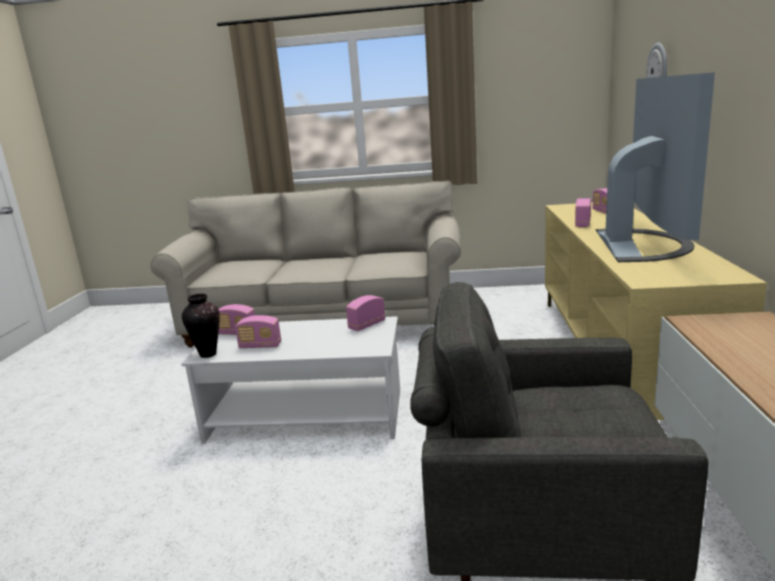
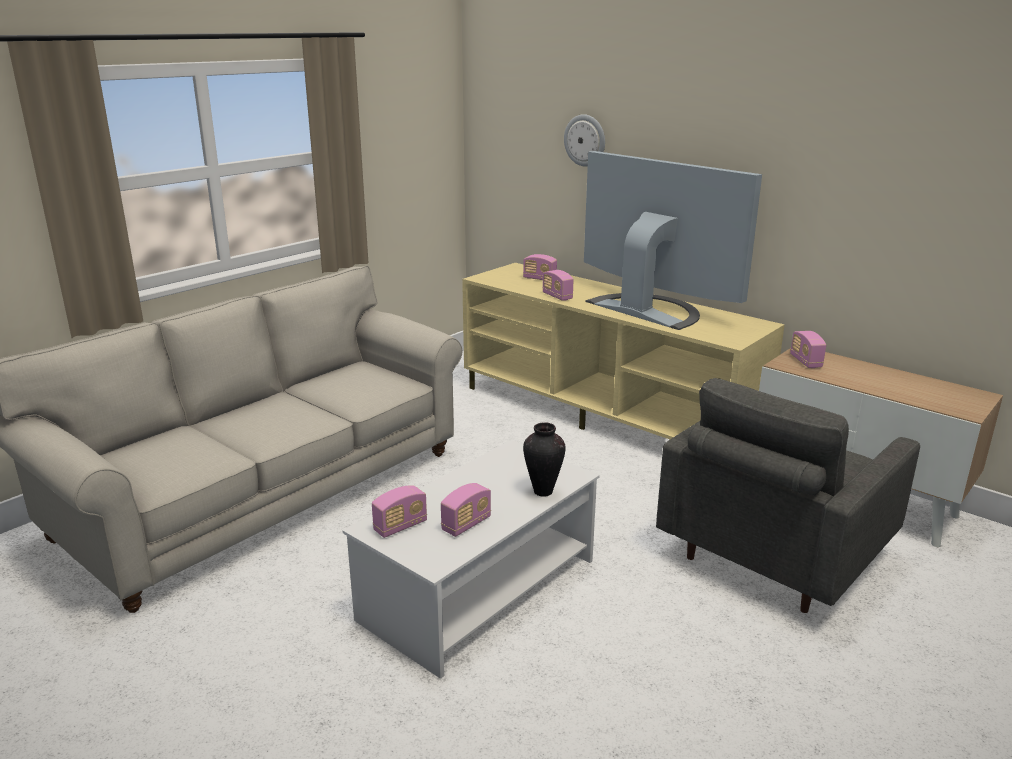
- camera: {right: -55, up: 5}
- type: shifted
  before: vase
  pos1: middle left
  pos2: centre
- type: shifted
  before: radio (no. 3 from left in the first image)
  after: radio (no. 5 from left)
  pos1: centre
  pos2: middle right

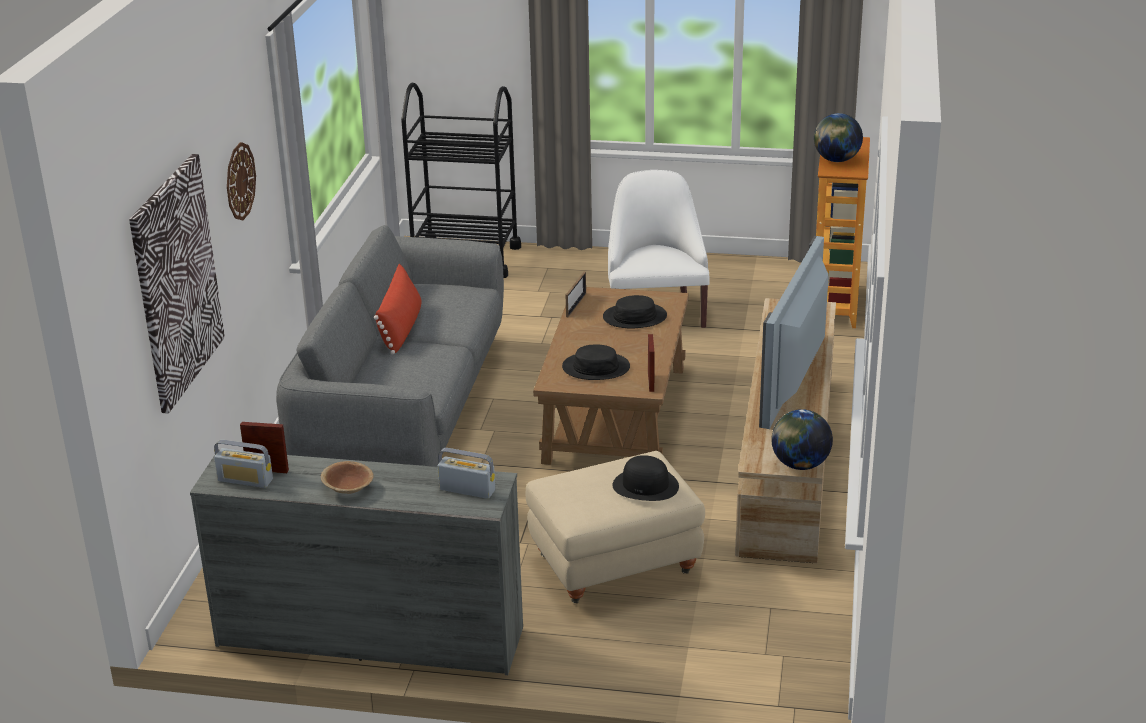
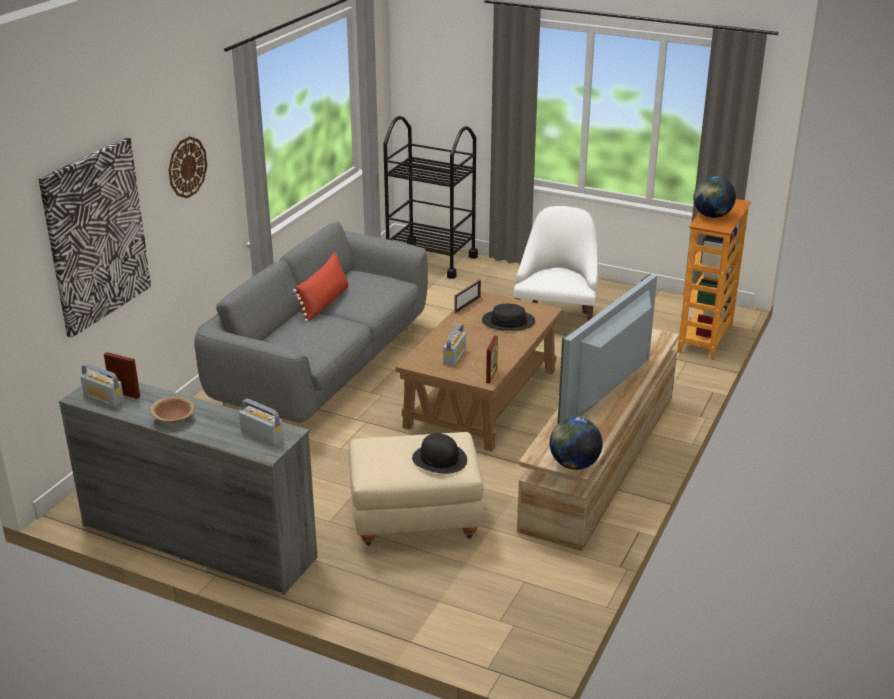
- camera: {right: 15, up: 0}
- type: swapped
  before: wearable hat/black-coloured (no. 1 from left)
  after: radio (no. 3 from left)
  pos1: centre
  pos2: centre

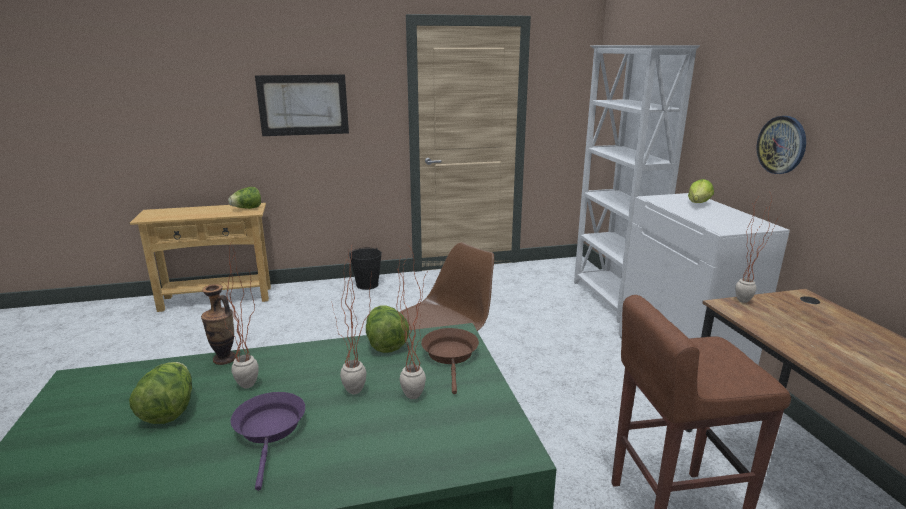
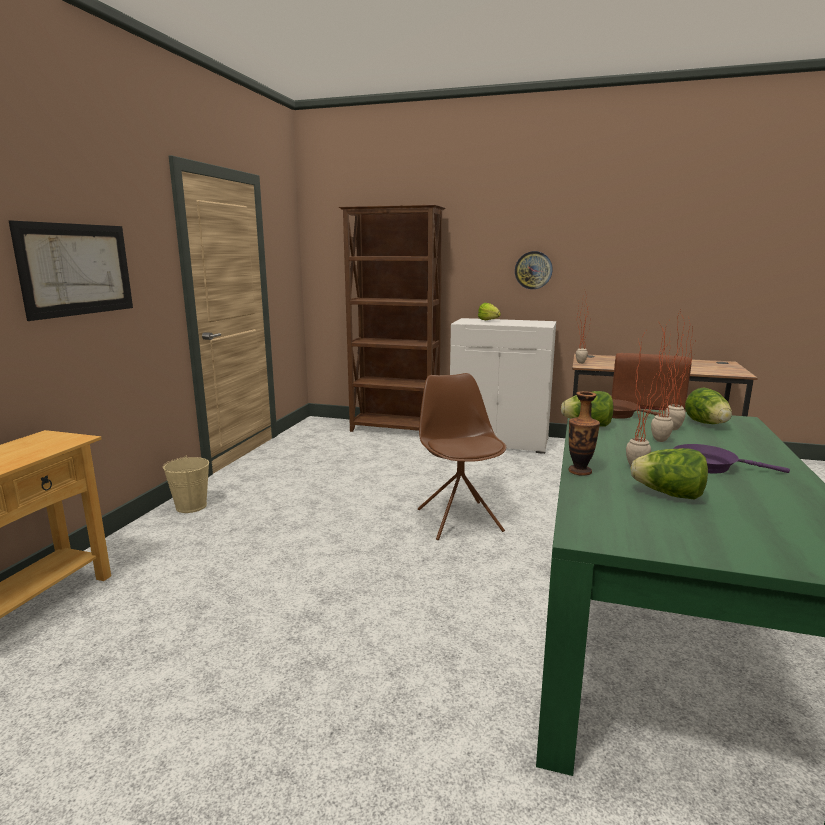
- camera: {right: -60, up: -5}
- type: repainted
  before: water bucket/black-coloured
  after: water bucket/beige-coloured
  pos1: centre
  pos2: middle left
- type: repainted
  before: bookshelf/white
  after: bookshelf/brown
  pos1: middle right
  pos2: centre
- type: shifted
  before: lettuce head (no. 2 from left in the first image)
  after: lettuce head (no. 4 from left)
  pos1: middle left
  pos2: middle right

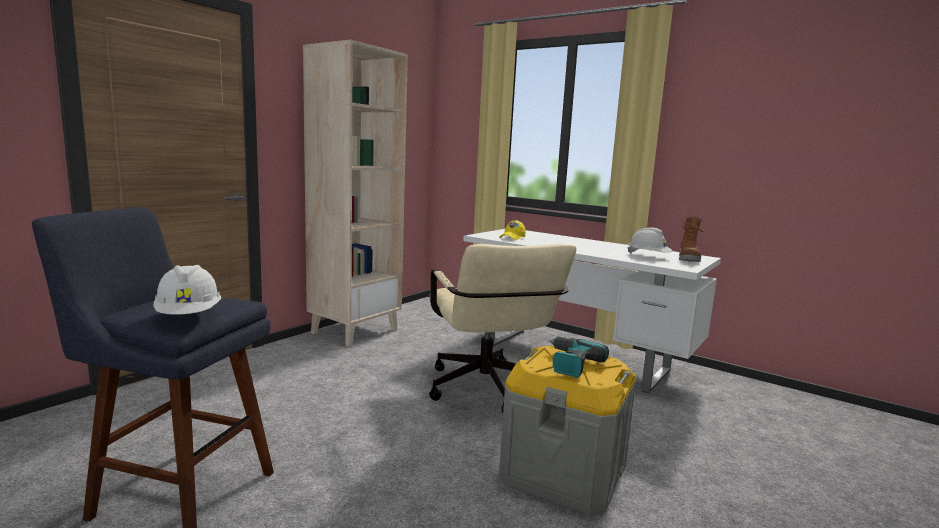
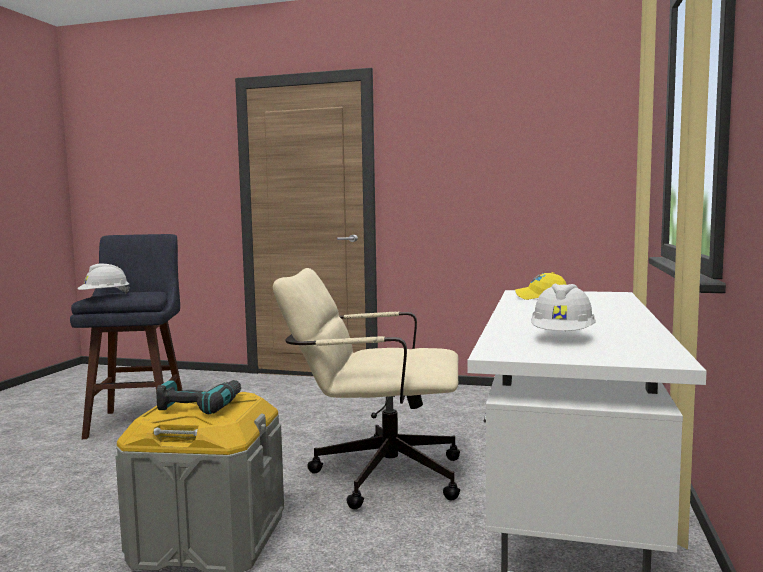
- camera: {right: 70, up: -5}
- type: rotated
  before: office chair/beige-coloured
  pos1: centre
  pos2: bottom centre
  turn: 45
- type: gone
  before: bookshelf/beige-coloured
  pos1: centre
- type: gone
  before: boot/brown
  pos1: middle right

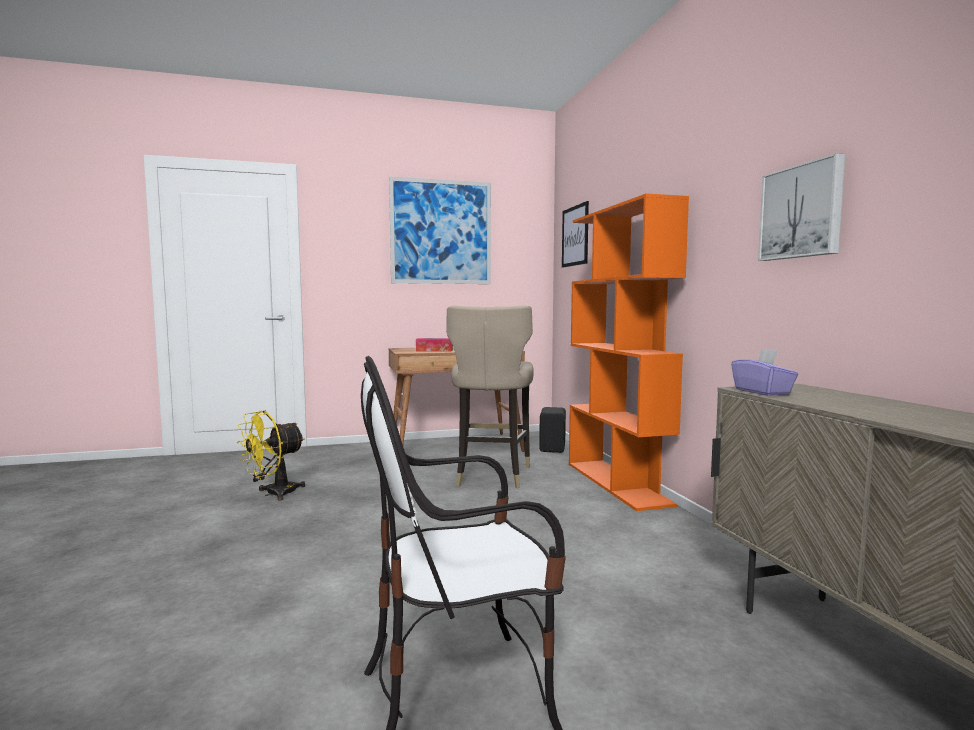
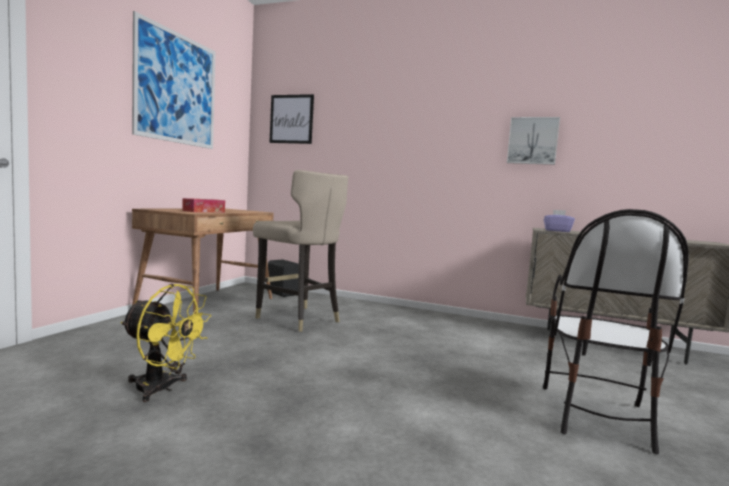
- camera: {right: -55, up: 0}
- type: rotated
  before: fan/yellow-coloured
  pos1: middle left
  pos2: bottom left
  turn: -60
- type: gone
  before: bookshelf/orange-coloured
  pos1: centre

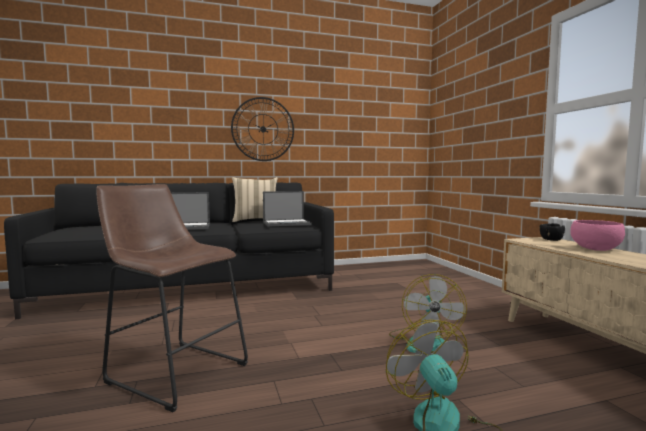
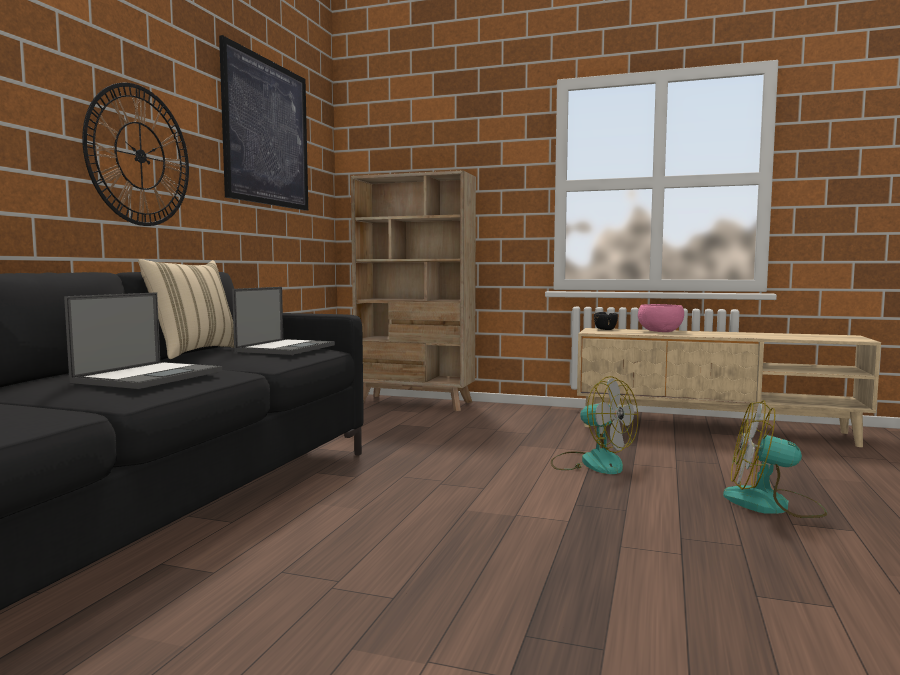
- camera: {right: -55, up: 0}
- type: new
  after: wall art
  pos2: top left
- type: new
  after: bookshelf/beige-coloured
  pos2: centre
- type: gone
  before: stool seat/brown
  pos1: bottom left

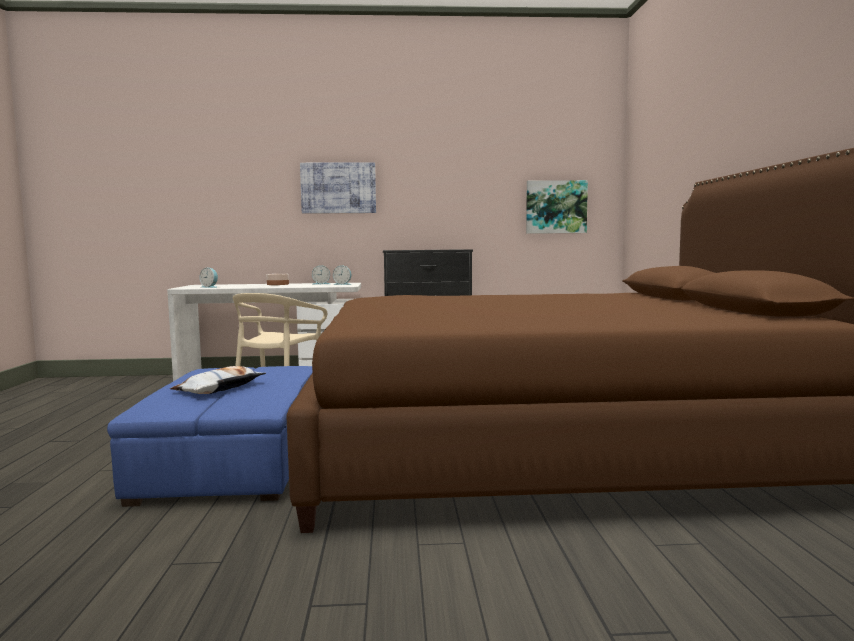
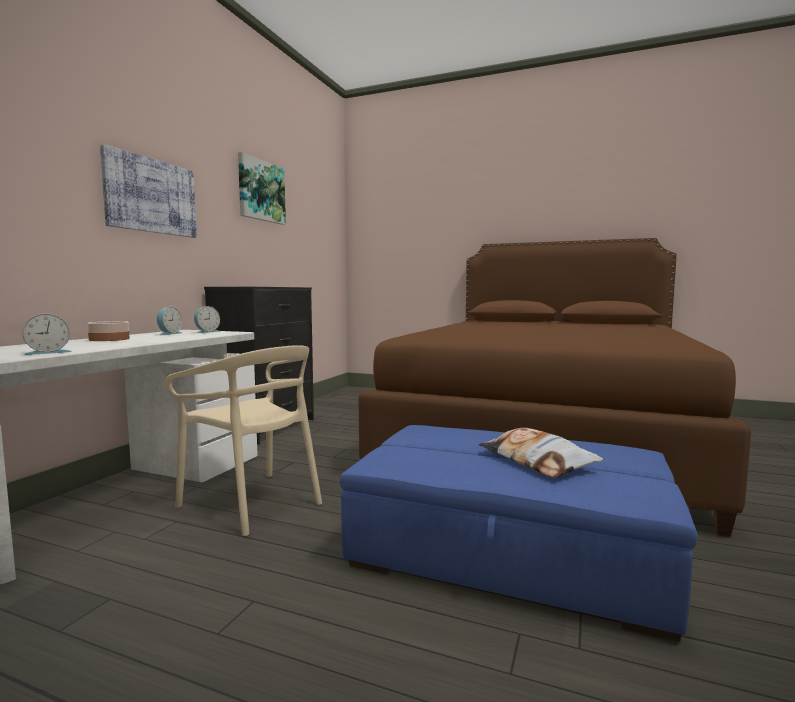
- camera: {right: -65, up: 0}
- type: shifted
  before: wall art (no. 2 from left)
  pos1: top centre
  pos2: top left

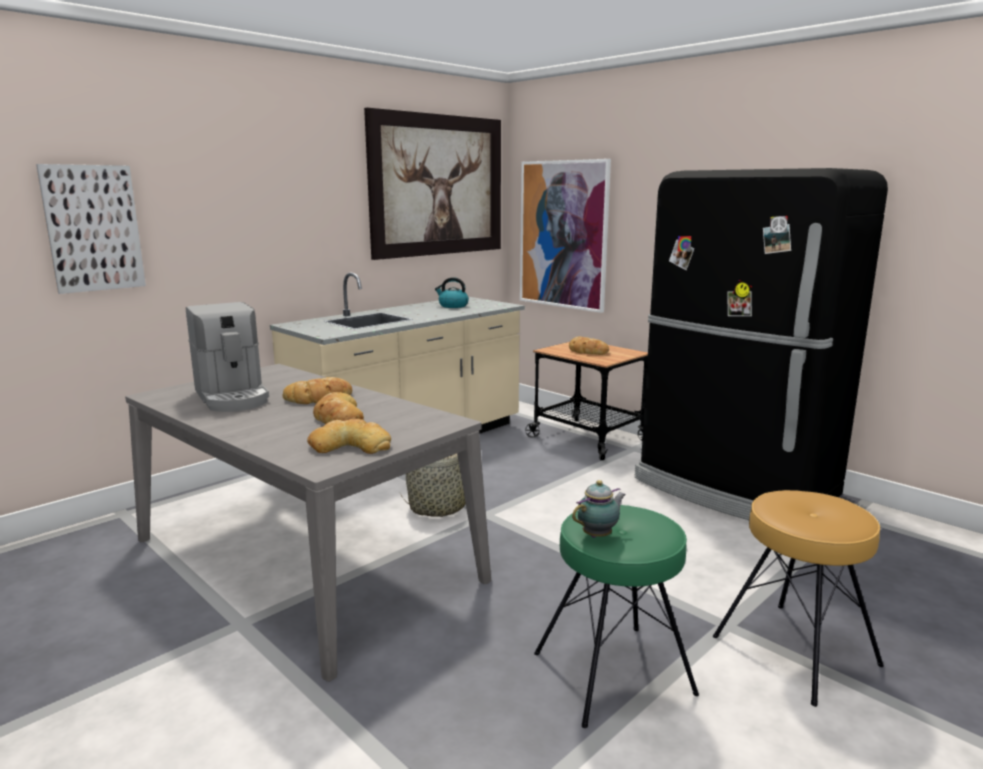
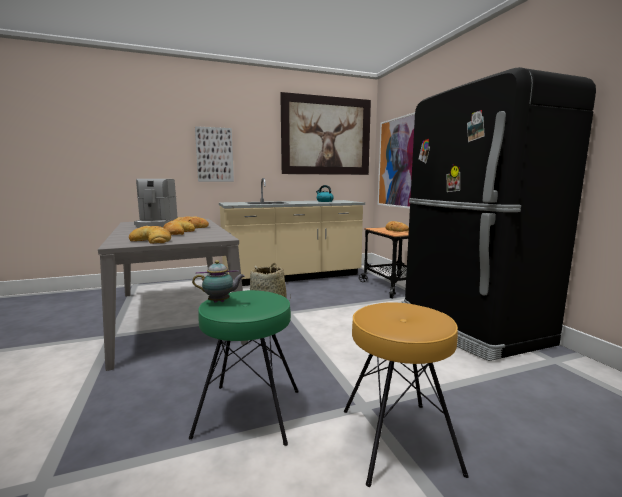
- camera: {right: 25, up: -5}
- type: shifted
  before: wall art (no. 1 from left)
  pos1: top left
  pos2: top centre

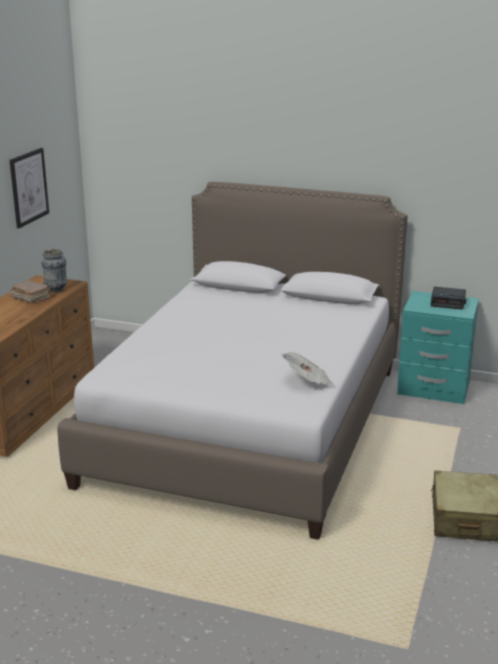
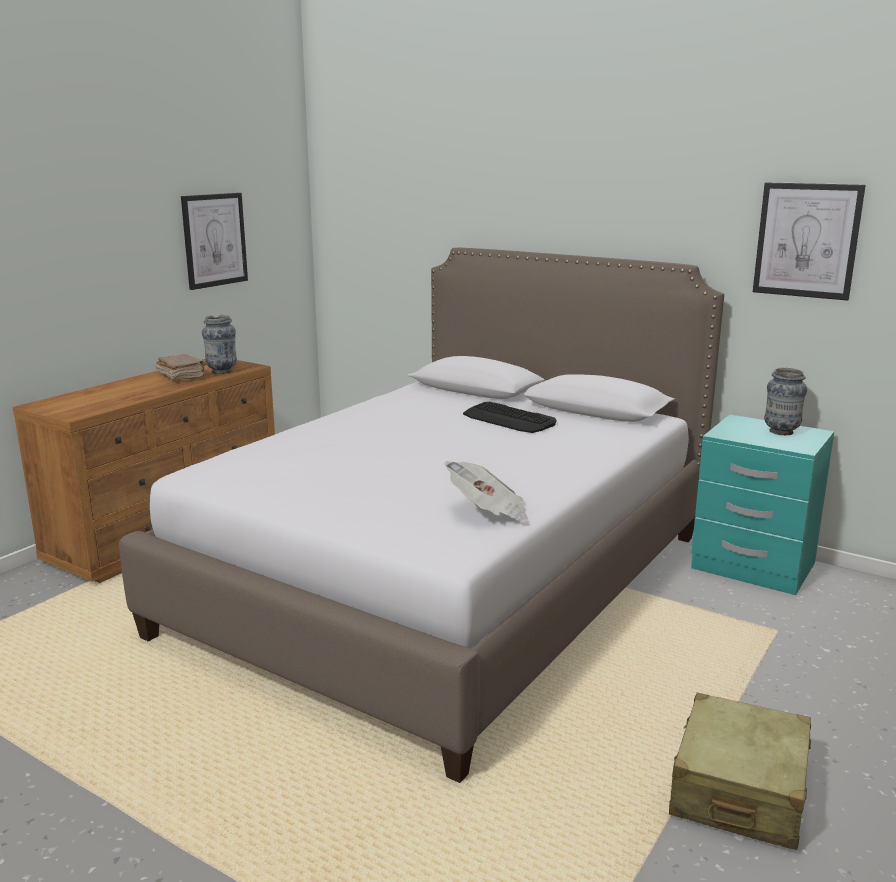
- camera: {right: 15, up: -5}
- type: new
  after: computer keyboard
  pos2: centre
- type: new
  after: wall art (no. 2 from left)
  pos2: top right
- type: swapped
  before: alarm clock
  after: vase (no. 2 from left)
  pos1: middle right
  pos2: middle right

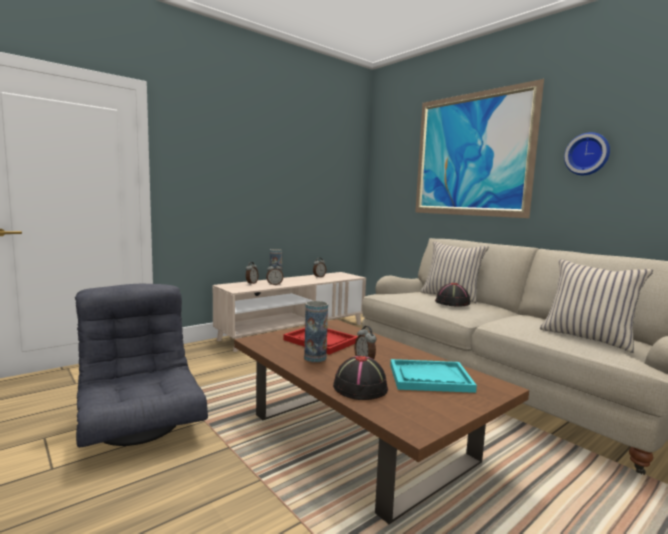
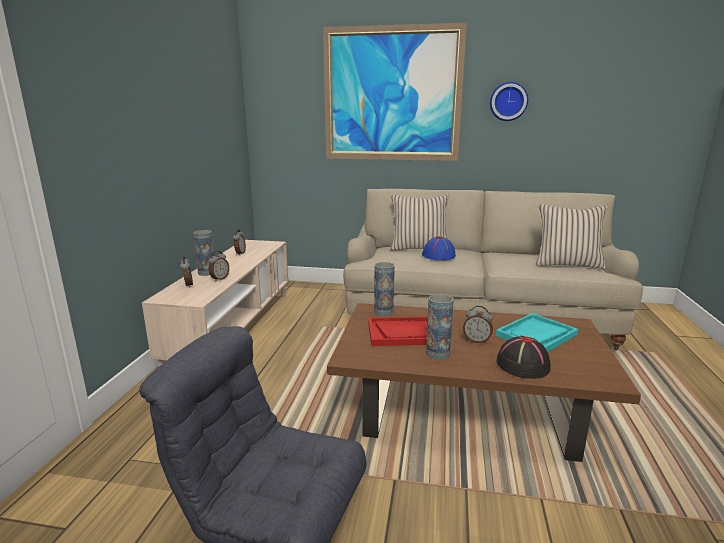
- camera: {right: -40, up: 10}
- type: new
  after: vase (no. 2 from left)
  pos2: centre
- type: repainted
  before: wearable hat/black-coloured (no. 2 from left)
  after: wearable hat/bluish
  pos1: middle right
  pos2: centre

